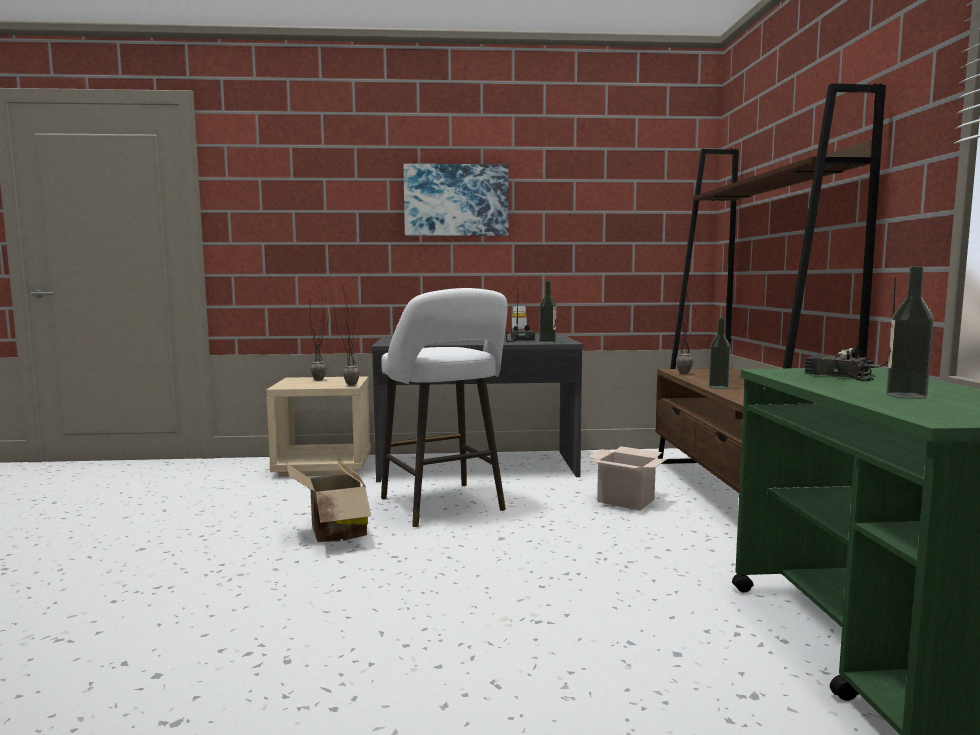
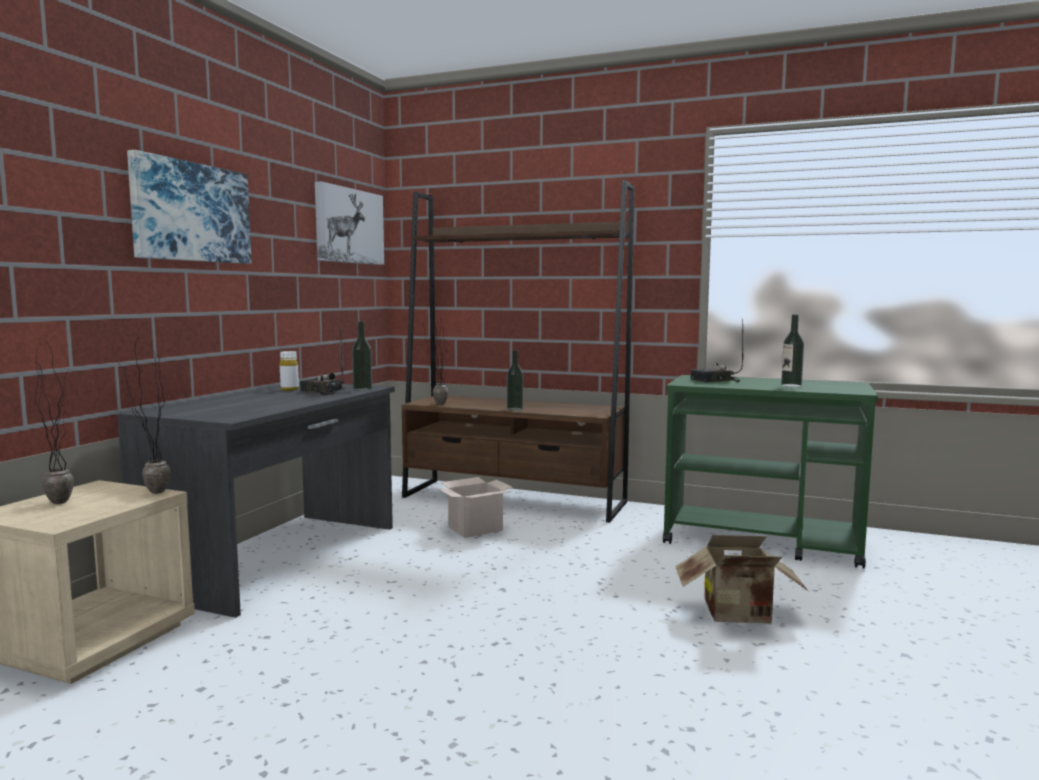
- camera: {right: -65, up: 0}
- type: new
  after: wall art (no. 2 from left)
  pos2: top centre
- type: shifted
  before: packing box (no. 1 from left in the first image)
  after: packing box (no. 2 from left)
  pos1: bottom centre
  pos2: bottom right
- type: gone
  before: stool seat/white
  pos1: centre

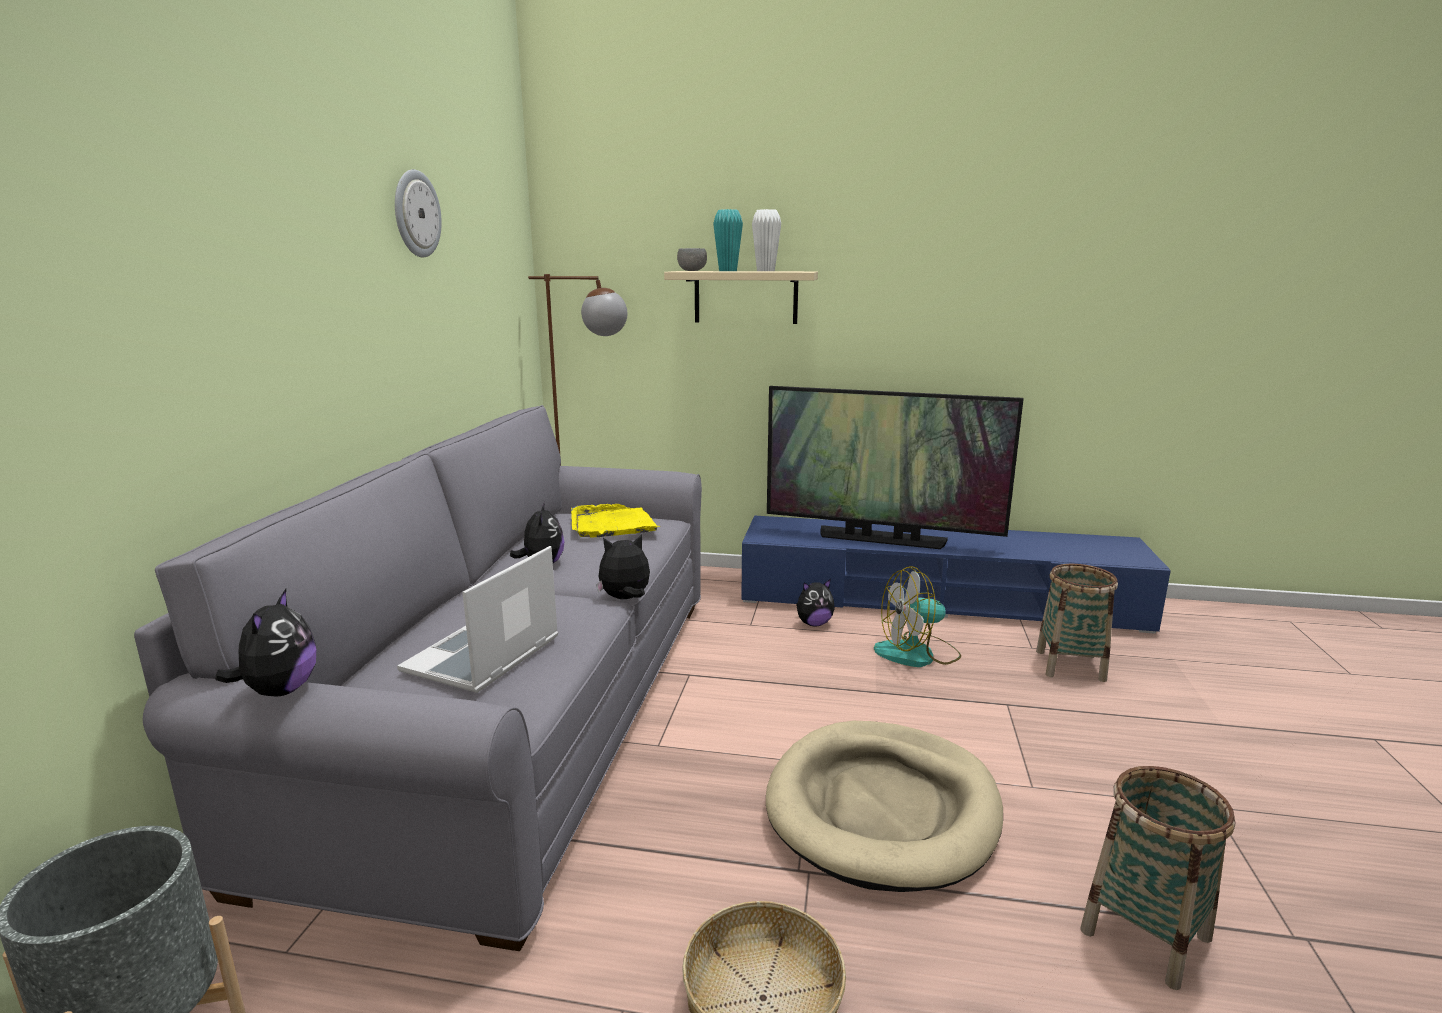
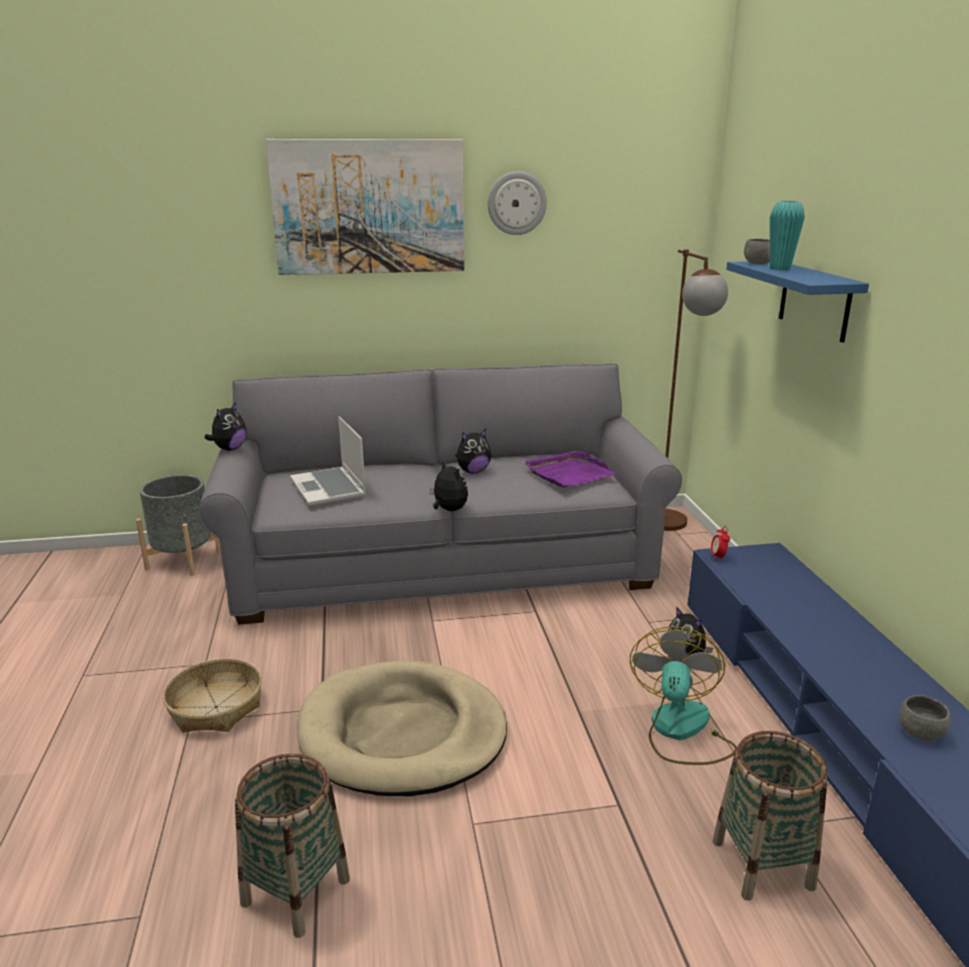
- camera: {right: 70, up: 5}
- type: rotated
  before: plush toy (no. 1 from left)
  pos1: middle left
  pos2: middle left
  turn: -45
- type: new
  after: wall art
  pos2: top centre
- type: rotated
  before: laptop
  pos1: middle left
  pos2: centre
  turn: -120
- type: repainted
  before: carrying tray/yellow-coloured
  after: carrying tray/purple-coloured
  pos1: centre
  pos2: centre
- type: rotated
  before: fan
  pos1: centre
  pos2: bottom right
  turn: 45
- type: new
  after: alarm clock
  pos2: middle right
- type: repainted
  before: shelf/beige-coloured
  after: shelf/bluish
  pos1: top centre
  pos2: top right
- type: new
  after: deep dish/gray (no. 2 from left)
  pos2: bottom right
- type: gone
  before: vase/white
  pos1: top centre
- type: gone
  before: TV set
  pos1: centre

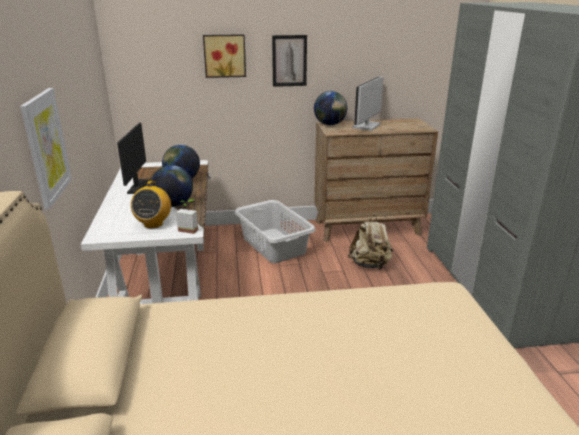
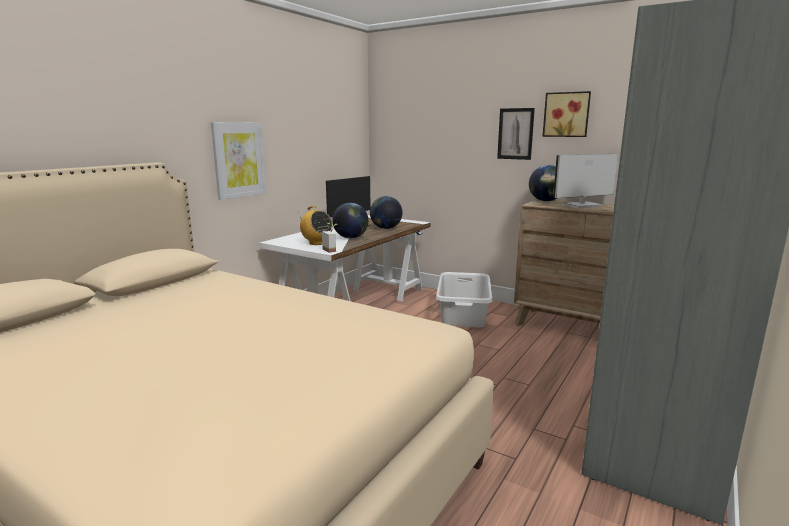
- camera: {right: 40, up: -10}
- type: rotated
  before: radio
  pos1: middle left
  pos2: centre
  turn: -90
- type: shifted
  before: wall art (no. 2 from left in the first image)
  after: wall art (no. 3 from left)
  pos1: top centre
  pos2: top right
- type: gone
  before: rucksack/beige-coloured
  pos1: centre

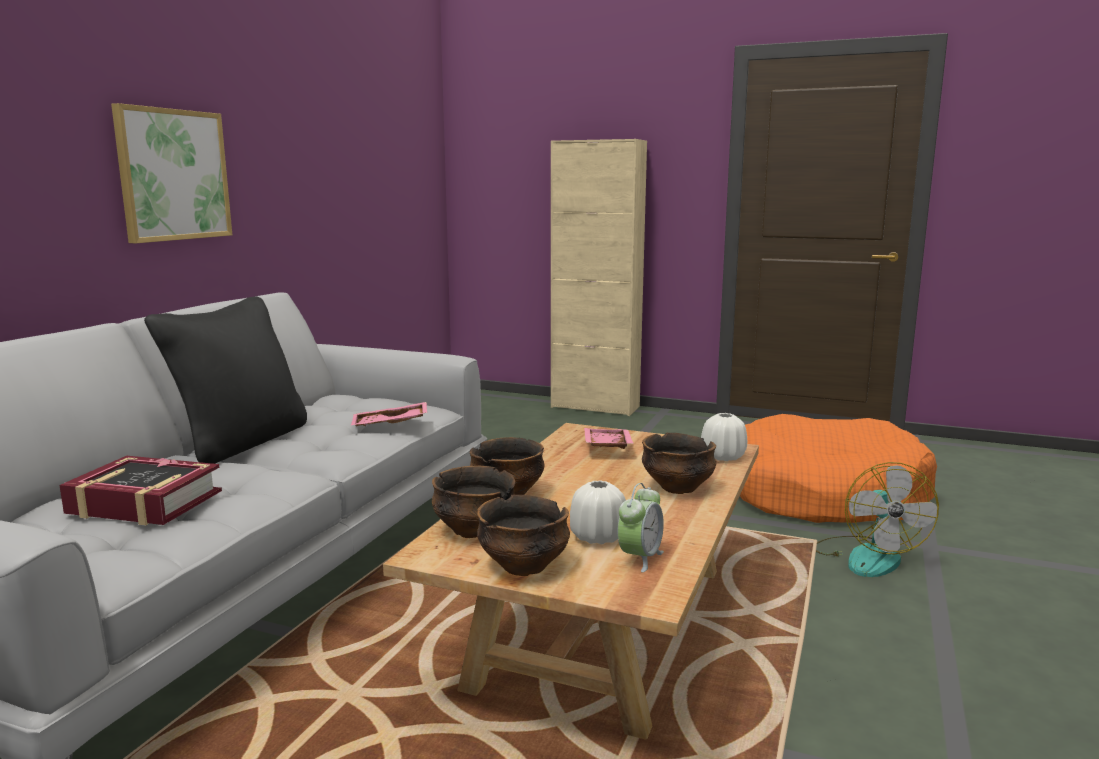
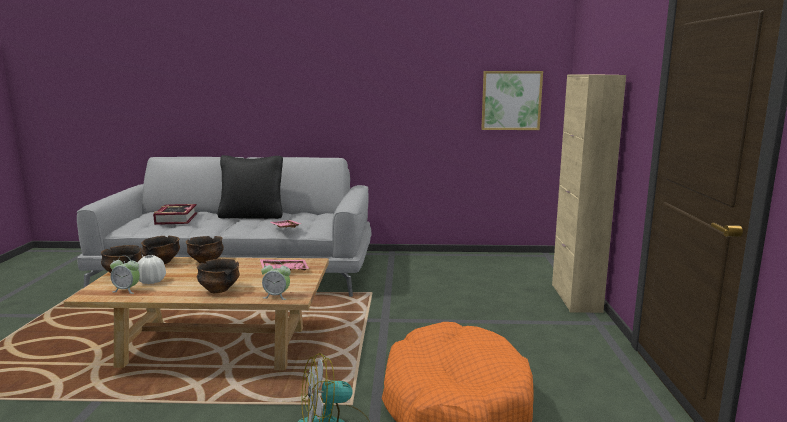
- camera: {right: 70, up: 0}
- type: swapped
  before: vase/white (no. 2 from left)
  after: alarm clock (no. 2 from left)
  pos1: centre
  pos2: centre
- type: shifted
  before: wall art
  pos1: top left
  pos2: top centre

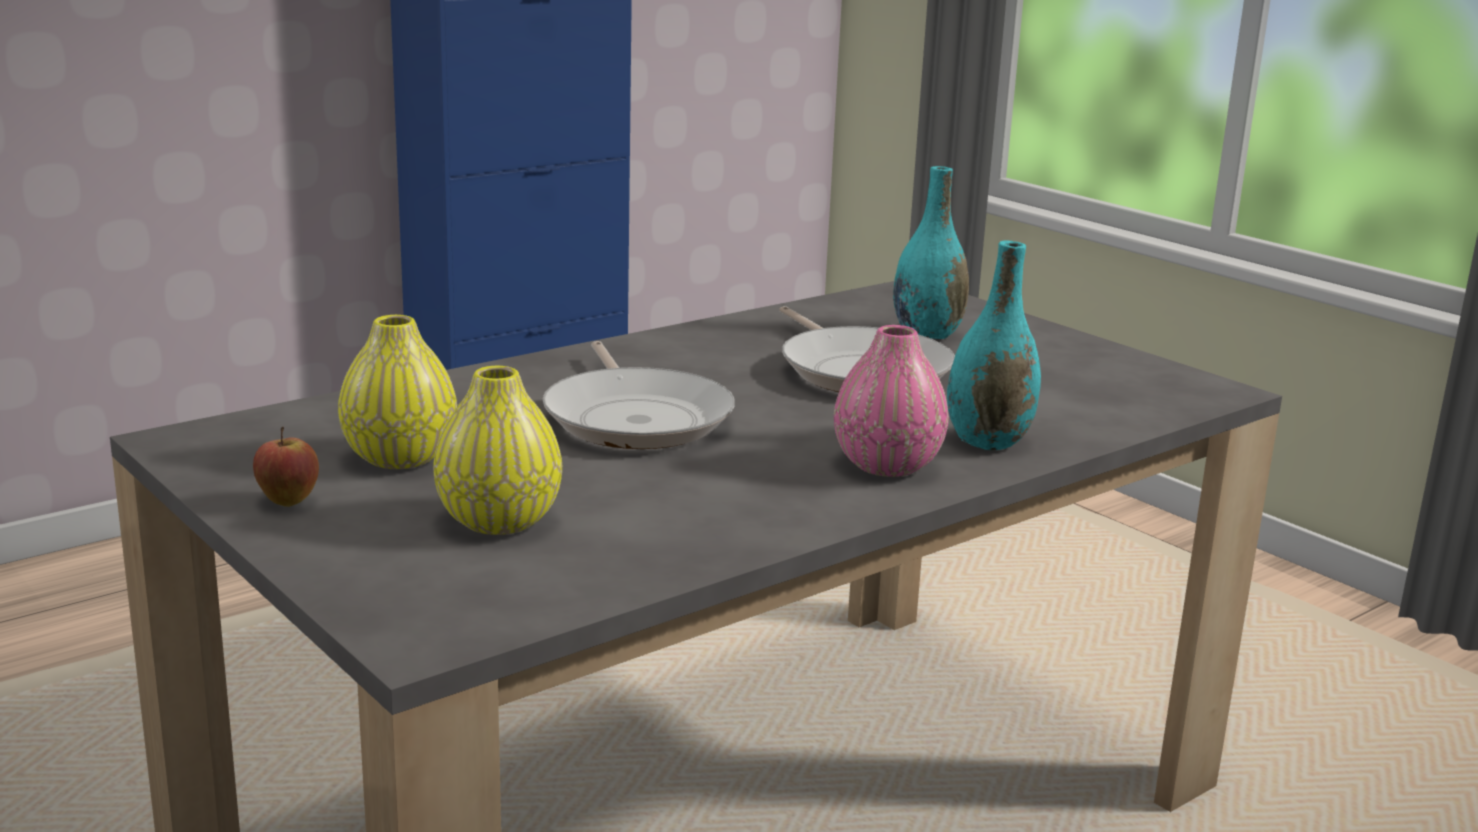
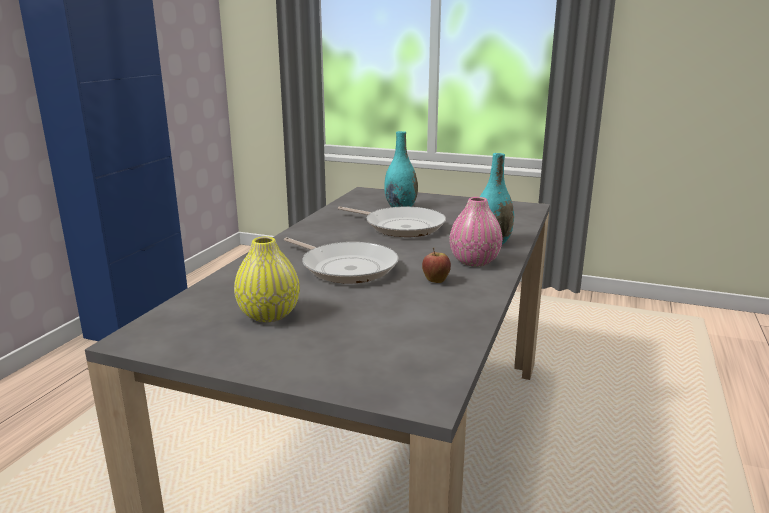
- camera: {right: -30, up: 0}
- type: shifted
  before: apple
  pos1: middle left
  pos2: centre
- type: gone
  before: vase/yellow-coloured (no. 2 from left)
  pos1: centre

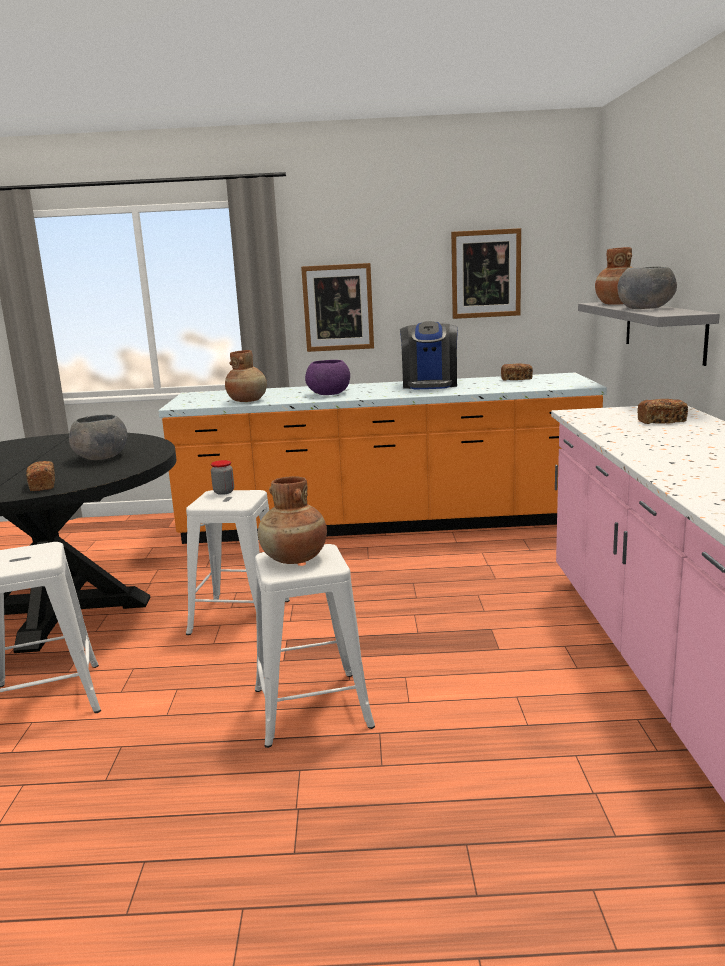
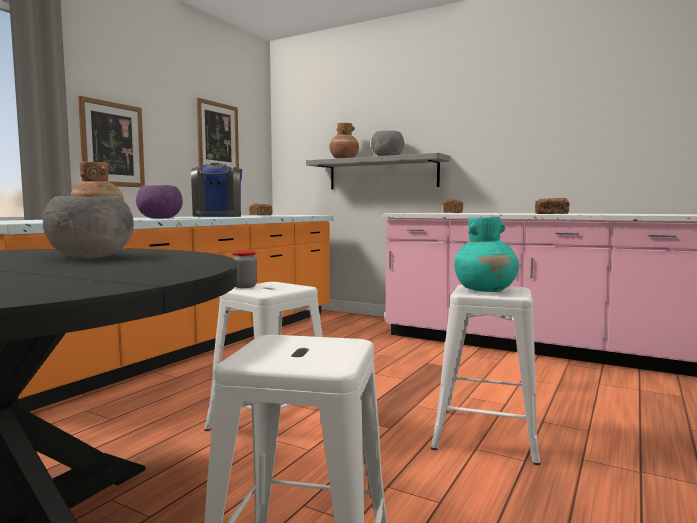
- camera: {right: -60, up: -10}
- type: rotated
  before: coffee machine
  pos1: centre
  pos2: middle left
  turn: 45
- type: repainted
  before: vase/brown (no. 2 from left)
  after: vase/turquoise
  pos1: centre
  pos2: middle right
- type: shifted
  before: baked bread (no. 1 from left in the first image)
  after: baked bread (no. 3 from left)
  pos1: middle left
  pos2: middle right

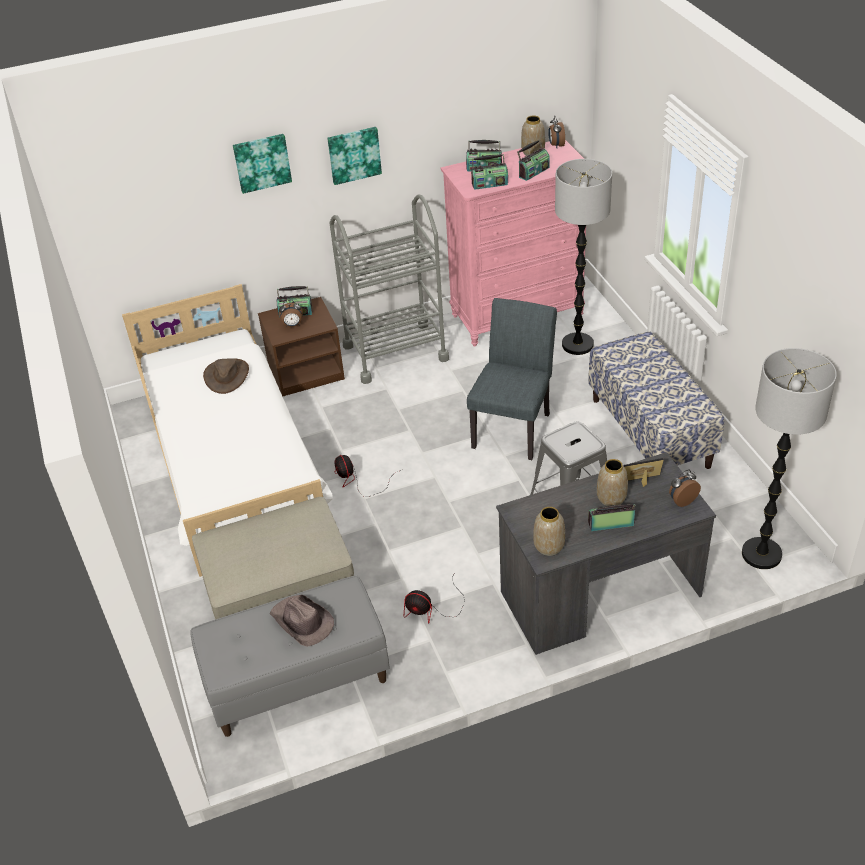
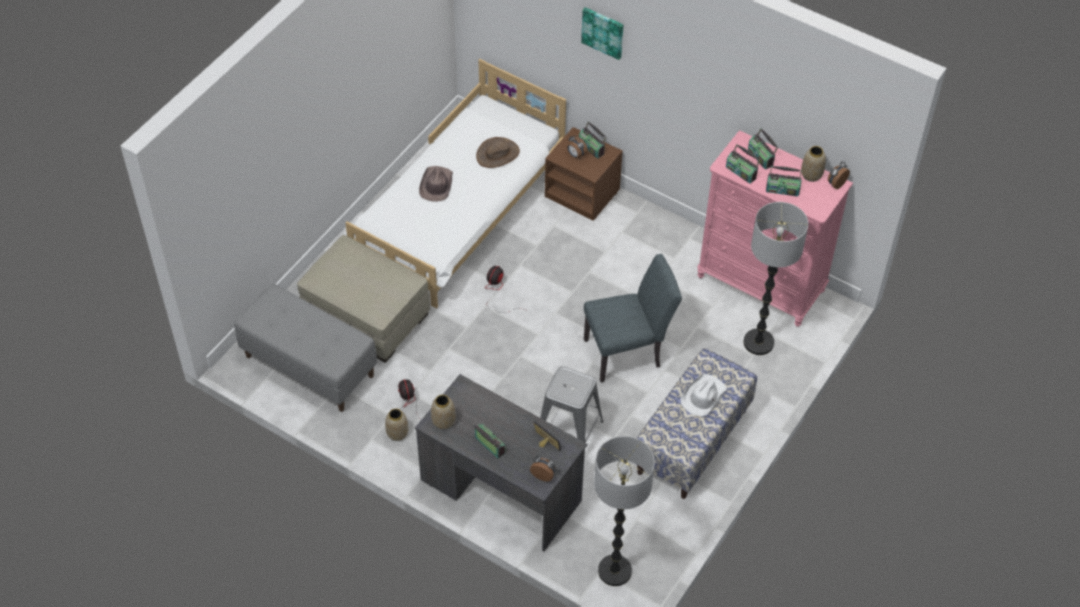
- camera: {right: 50, up: 10}
- type: shifted
  before: vase (no. 3 from left in the first image)
  after: vase (no. 1 from left)
  pos1: middle right
  pos2: bottom centre
- type: shifted
  before: wearable hat/brown (no. 2 from left in the first image)
  after: wearable hat/brown (no. 1 from left)
  pos1: bottom centre
  pos2: top centre
- type: new
  after: wearable hat/white
  pos2: centre
- type: gone
  before: wall art (no. 2 from left)
  pos1: top centre
- type: gone
  before: wheeled cart/gray
  pos1: centre

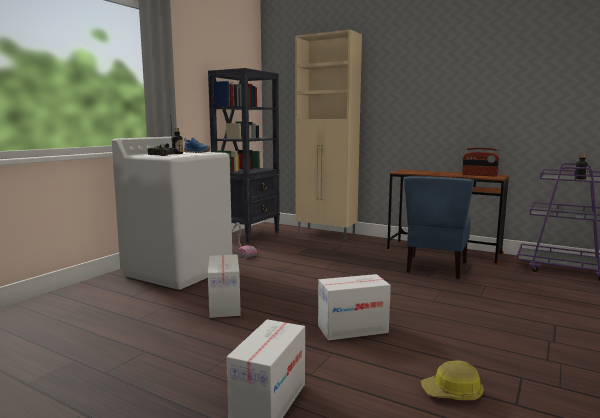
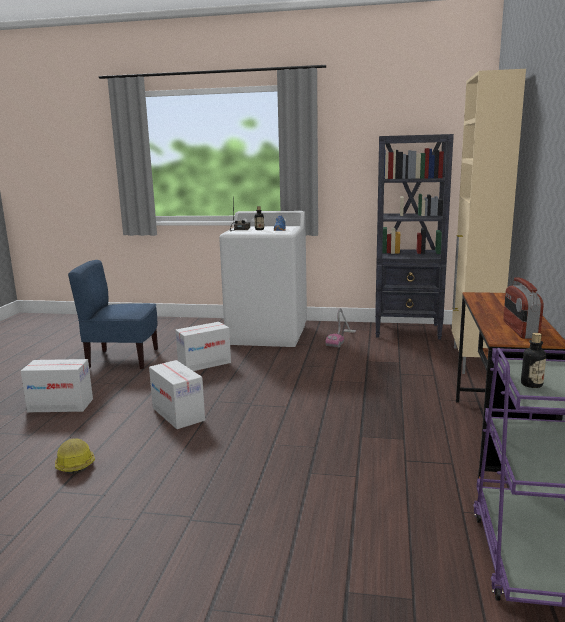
- camera: {right: 70, up: 5}
- type: shifted
  before: chair/bluish
  pos1: middle right
  pos2: middle left

